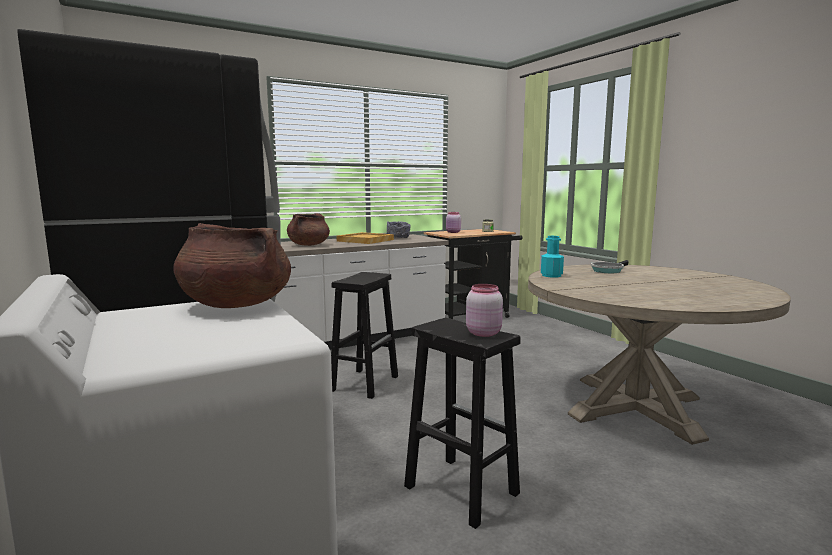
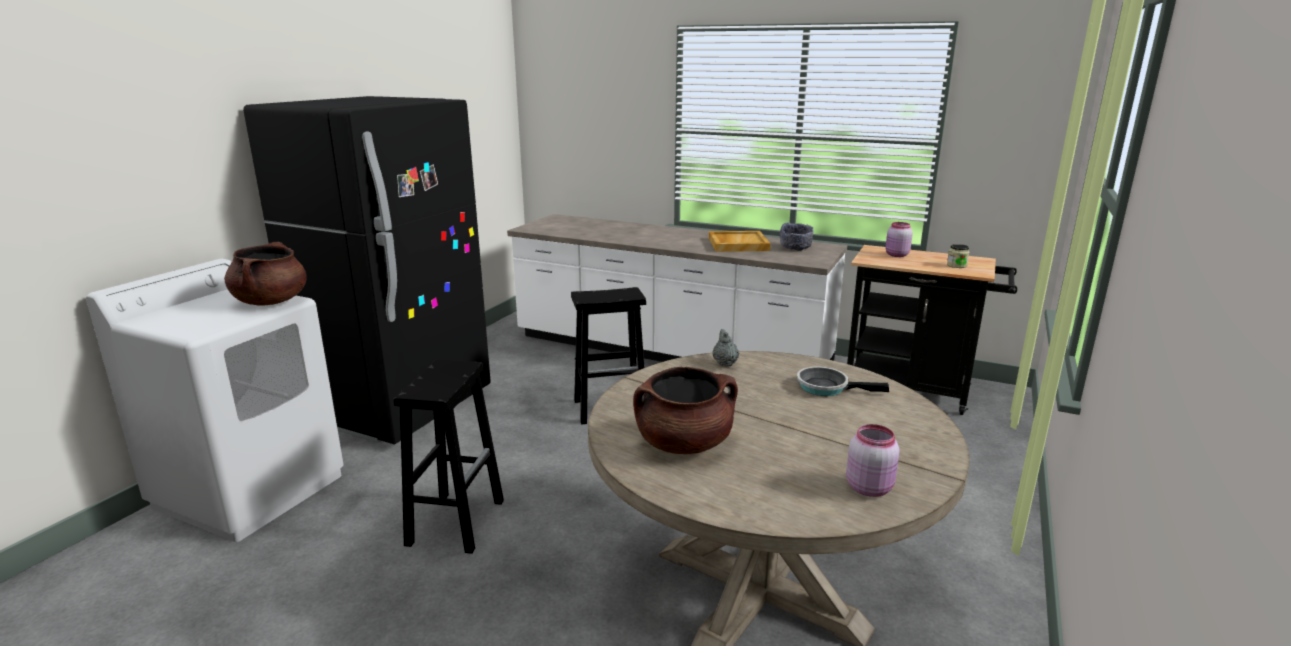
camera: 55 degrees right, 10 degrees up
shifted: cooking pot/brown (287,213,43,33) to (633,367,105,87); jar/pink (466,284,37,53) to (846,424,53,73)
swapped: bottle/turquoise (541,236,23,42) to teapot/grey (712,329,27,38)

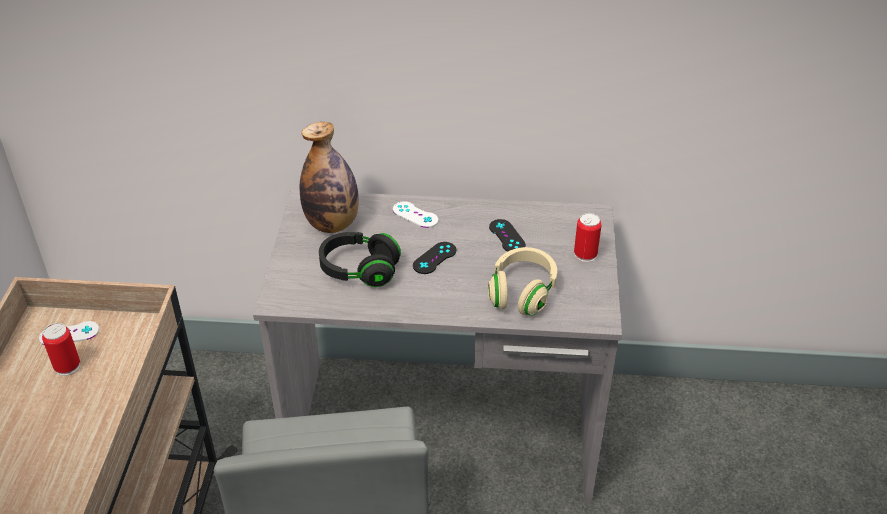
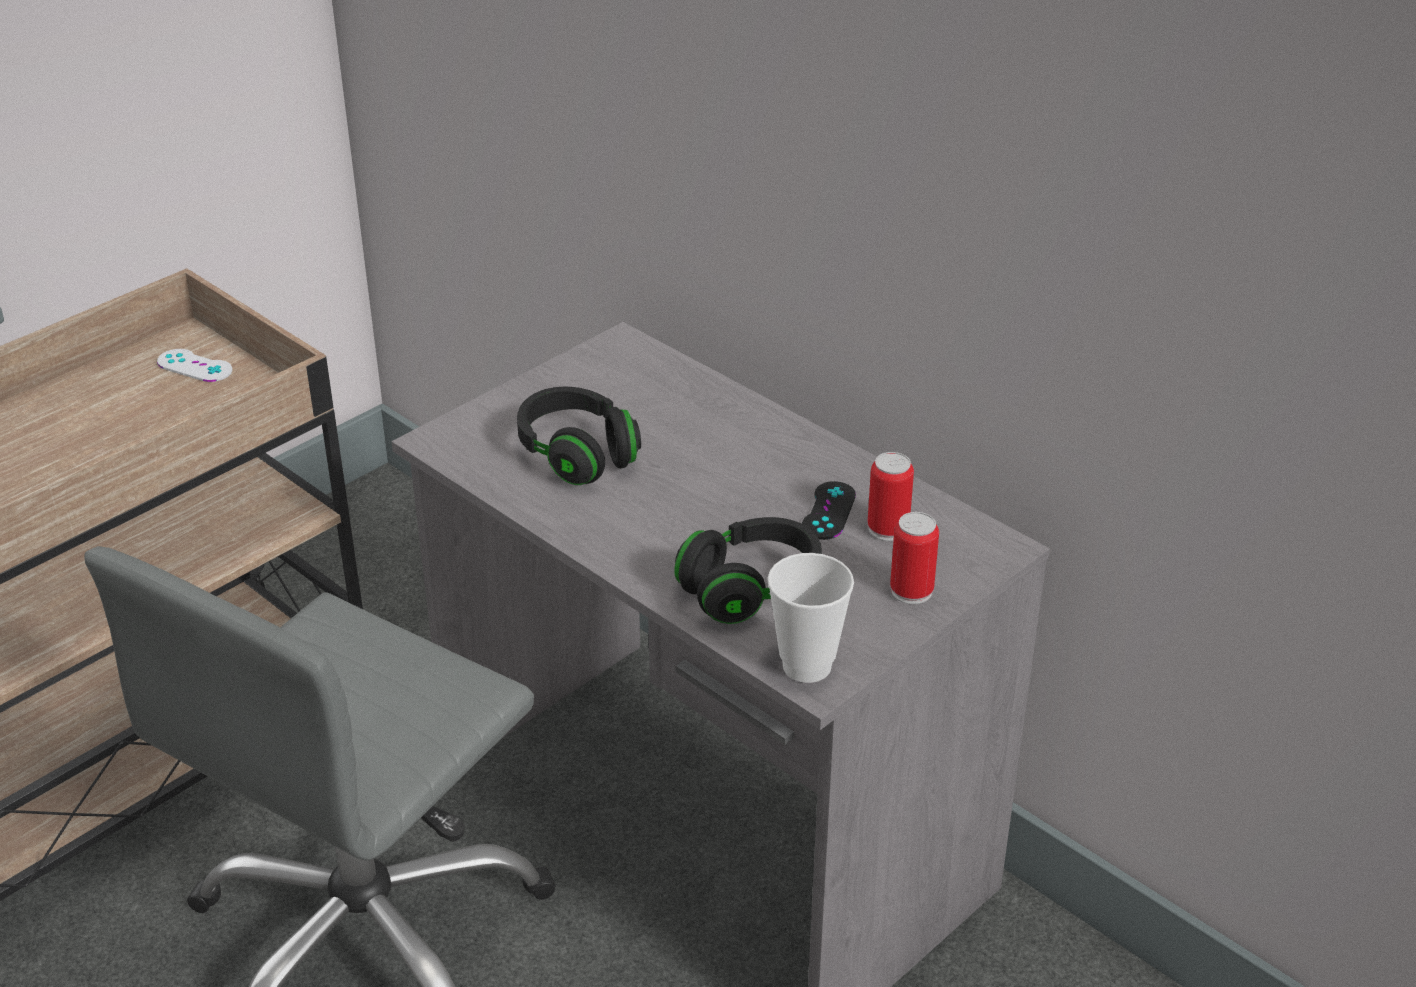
camera: 40 degrees right, 5 degrees down
gone: bottle (300,122,59,111); game controller/white (393,201,45,27); game controller/black (413,242,43,32)
new: cup (767,553,87,130)
shifted: can (42,323,38,53) to (867,452,47,89)
repainted: headphones/beige (488,247,69,69) to headphones/black (674,517,148,107)

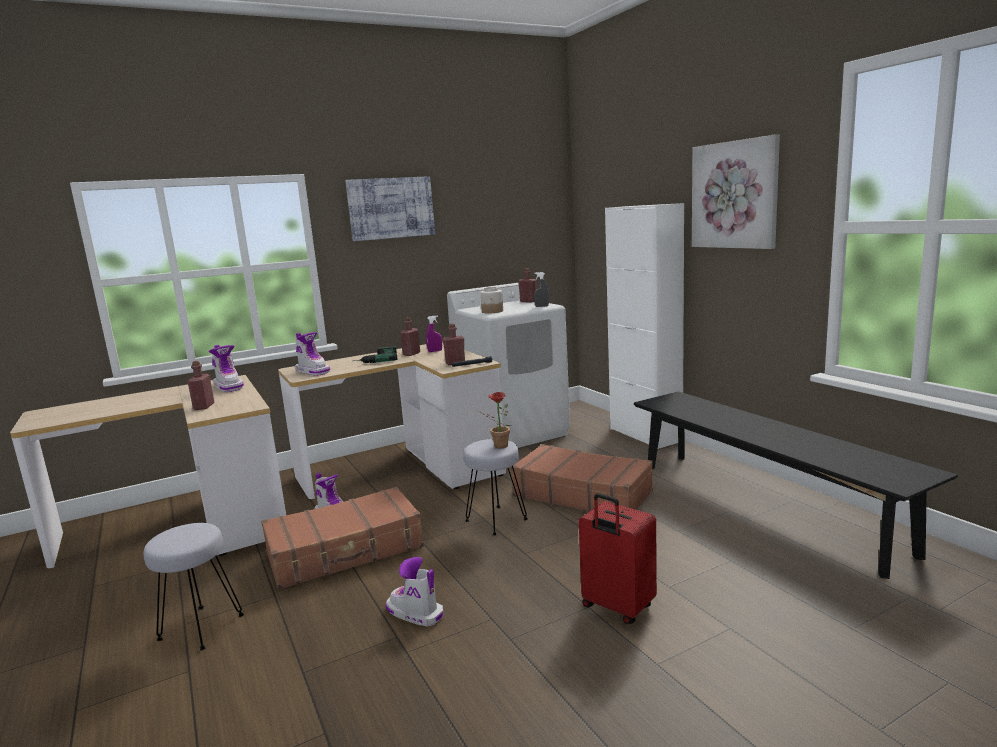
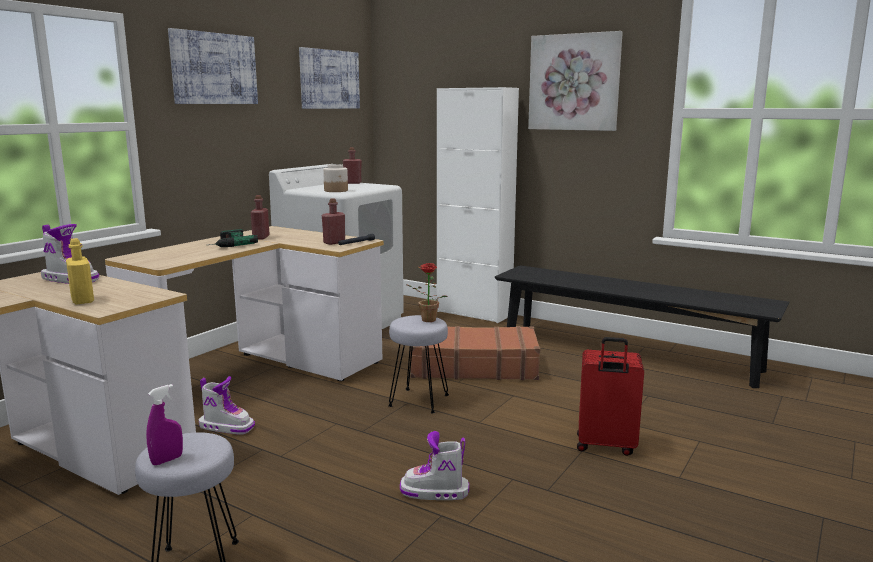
camera: 30 degrees left, 0 degrees up
gone: suitcase/brown (261,487,163,103); boot (295,332,35,44); spray bottle/grey (534,272,15,35)
new: picture (299,47,61,62)
shifted: spray bottle/purple (426,315,16,37) to (146,384,37,81)
repainted: bottle/red (187,361,27,49) to bottle/yellow (66,238,28,66)

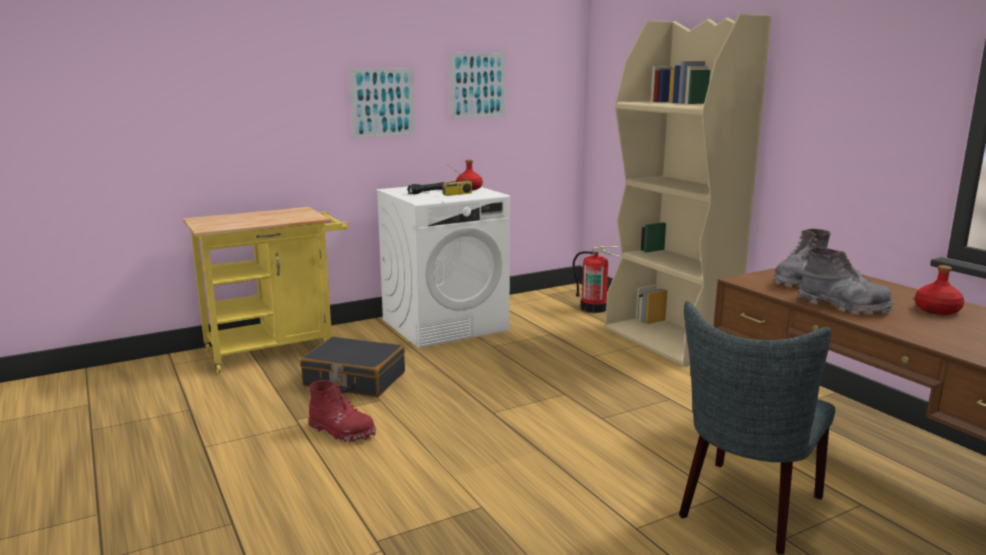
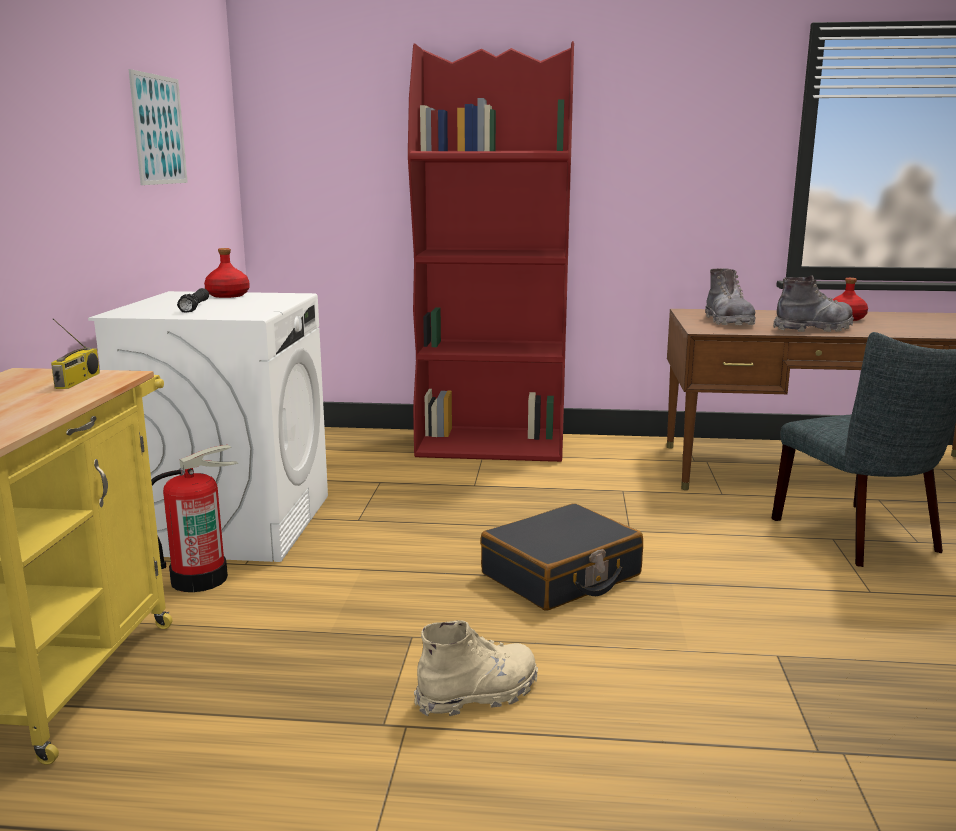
camera: 55 degrees left, 0 degrees up
gone: picture (349,68,66,70)
shifted: radio (442,165,30,31) to (51,318,49,71); fire extinguisher (573,246,47,67) to (151,445,87,147); suitcase/black (300,336,105,61) to (481,503,162,108)
repainted: bookcase/beige (605,14,166,353) to bookcase/red (408,41,166,421); boot/red (308,380,68,63) to boot/beige (414,620,124,96)

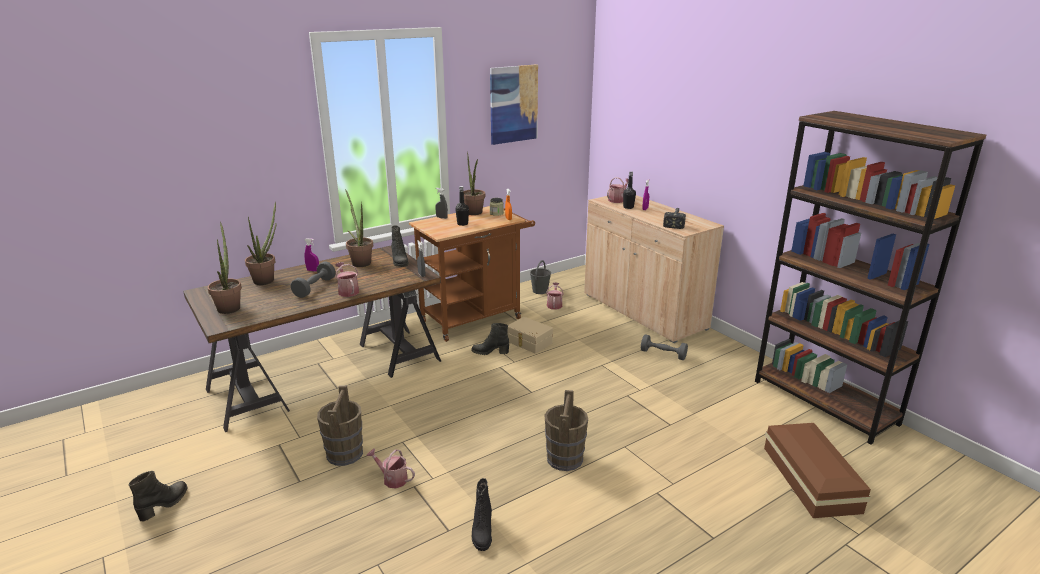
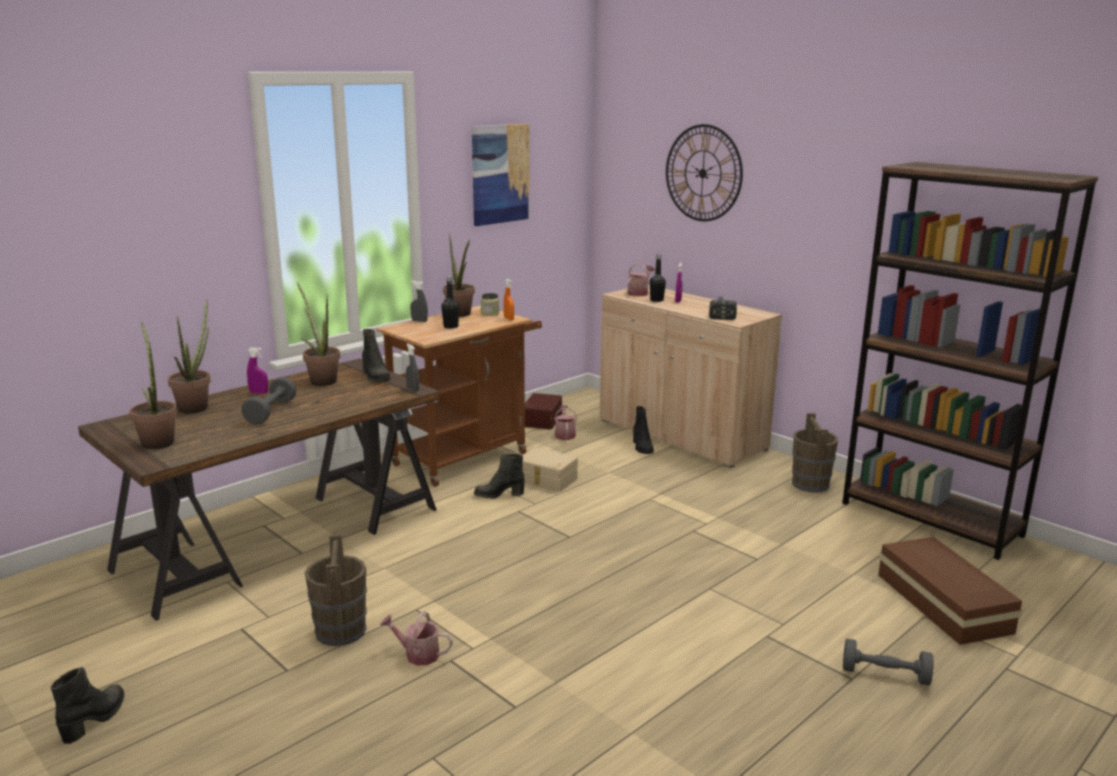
camera: 10 degrees left, 5 degrees down
gone: watering can (335,262,24,35)
new: wall clock (666,124,77,98)
shifted: boot/black (472,478,20,73) to (633,406,21,48); bucket/brown (545,390,43,81) to (792,413,46,79); dumbbell/grey (641,334,47,26) to (843,639,90,47)
swapped: bucket/grey (530,260,21,34) to storage box/brown (525,393,37,37)

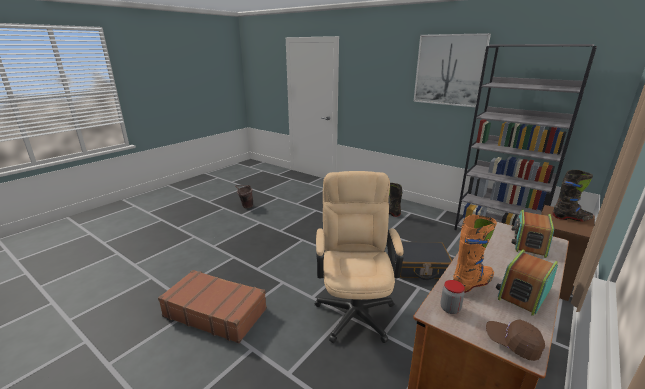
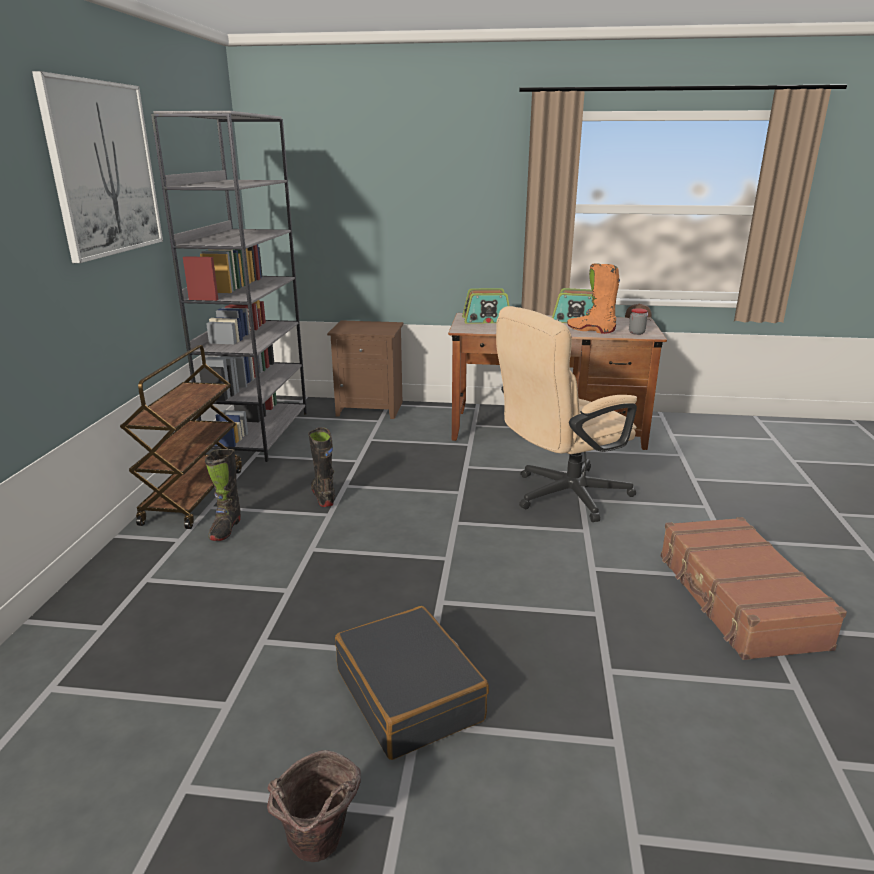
camera: 120 degrees left, 0 degrees up
new: cart/brown (120,345,122,184)
shifted: boot/black (553,170,41,51) to (308,427,27,80); suitcase/black (395,241,57,39) to (335,606,154,154)

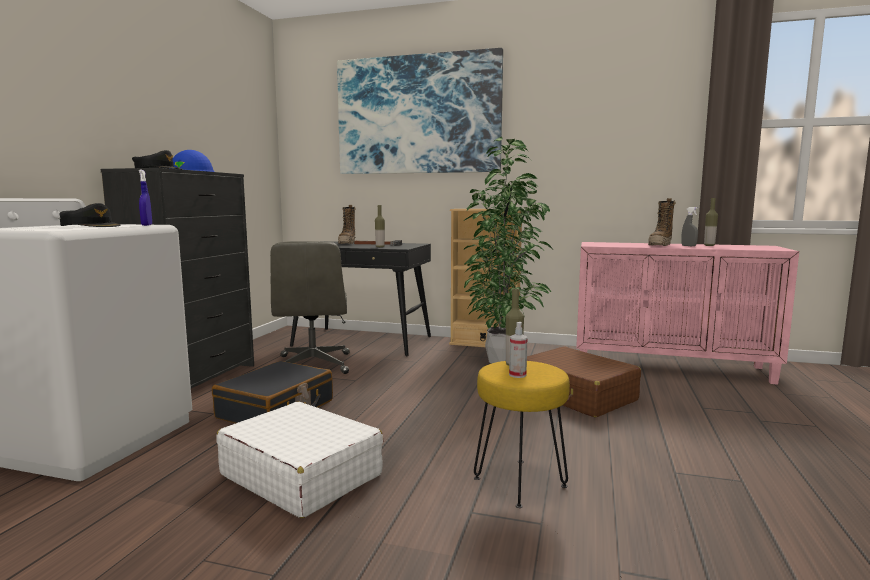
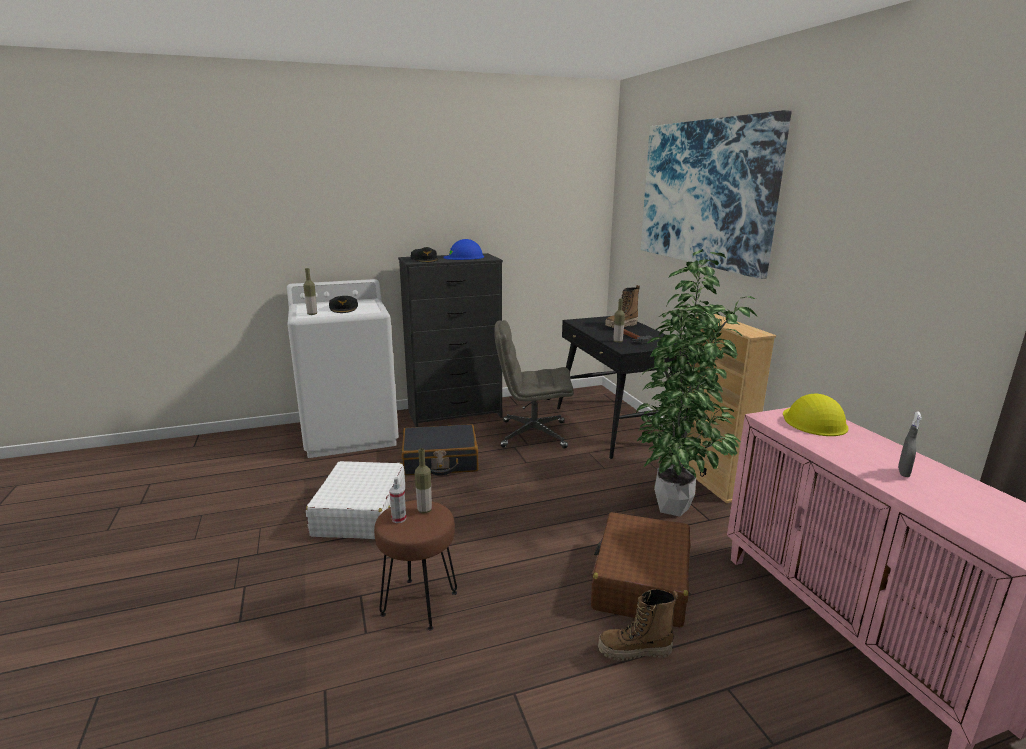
camera: 55 degrees right, 10 degrees up
gone: spray bottle/blue (139,169,13,57)
new: hard hat/yellow (783,393,65,43)
shifted: bottle (704,198,14,48) to (303,268,14,47); boot (648,198,28,48) to (598,589,80,72)
repainted: stool/yellow (474,361,96,147) to stool/brown (374,500,83,131)
rotated: office chair/grey (270,241,80,133) = (494,320,80,129) 45 degrees clockwise

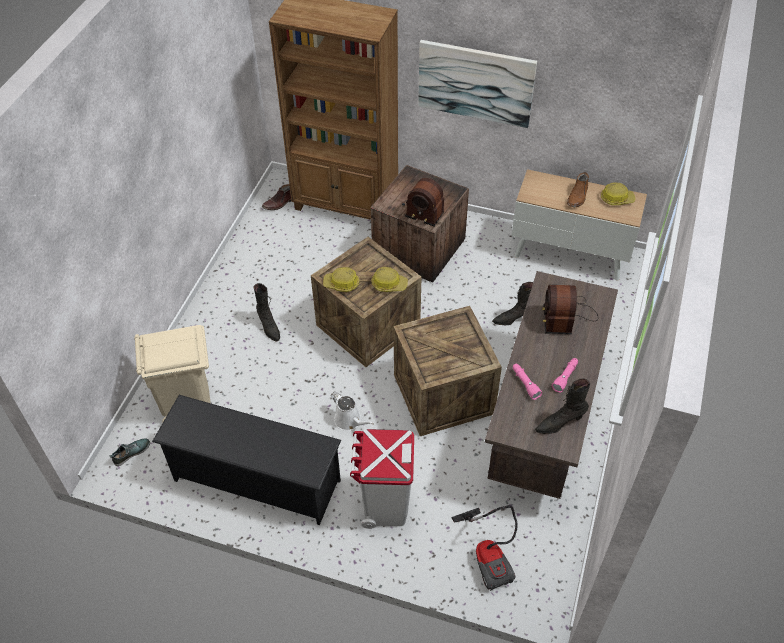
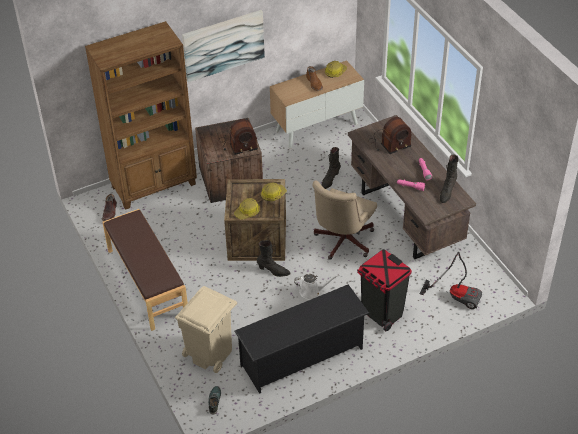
camera: 45 degrees left, 5 degrees down
new: bench/brown (102,209,86,122)
shifted: boot/black (253,283,27,59) to (257,240,34,37)
swapped: crate (394,306,108,130) to office chair/beige (313,180,64,80)
repainted: trash can/white (350,429,64,100) to trash can/black (357,249,55,82)
rotated: radio (542,285,56,49) = (368,117,44,37) 75 degrees counterclockwise

